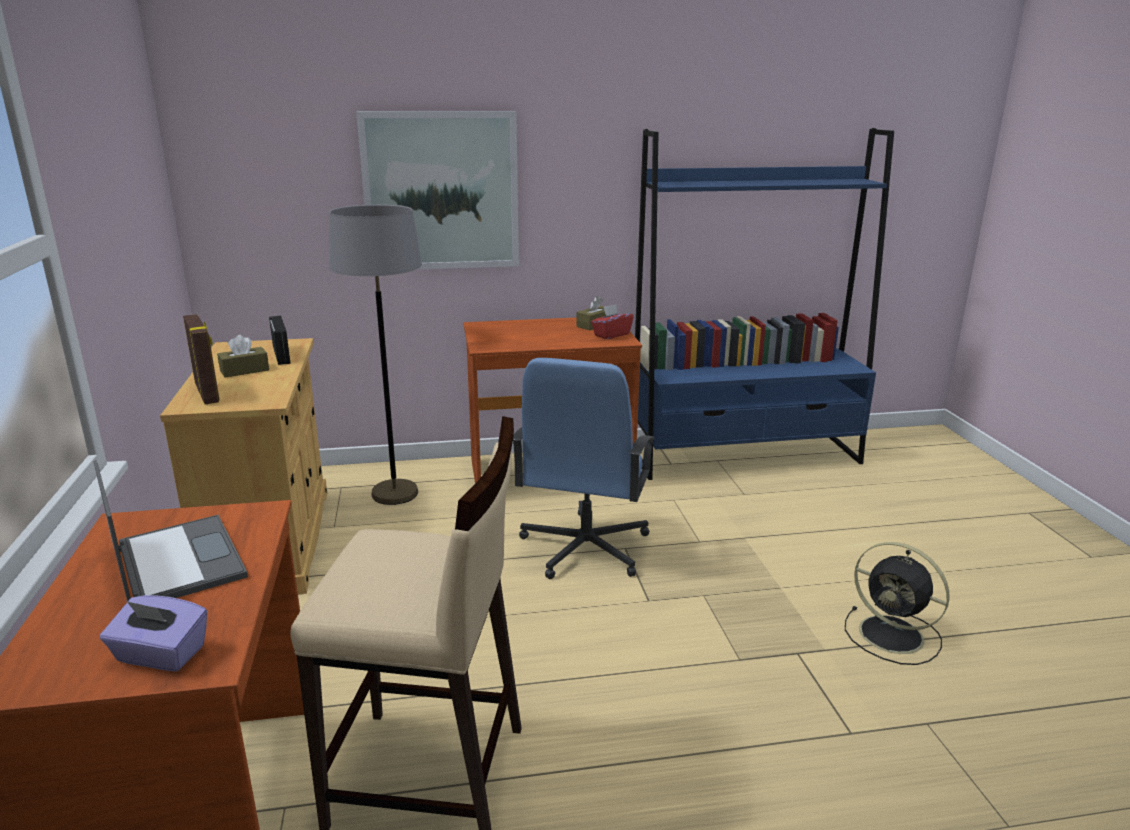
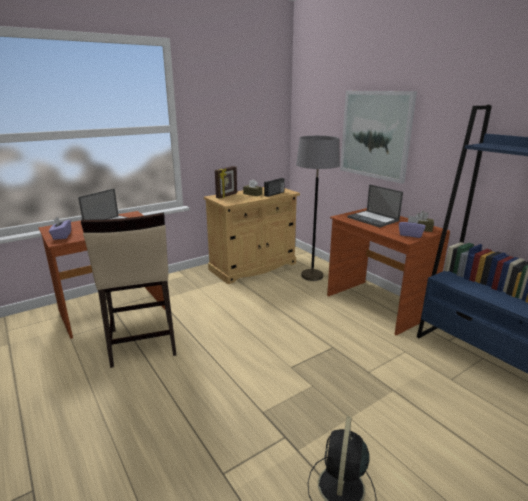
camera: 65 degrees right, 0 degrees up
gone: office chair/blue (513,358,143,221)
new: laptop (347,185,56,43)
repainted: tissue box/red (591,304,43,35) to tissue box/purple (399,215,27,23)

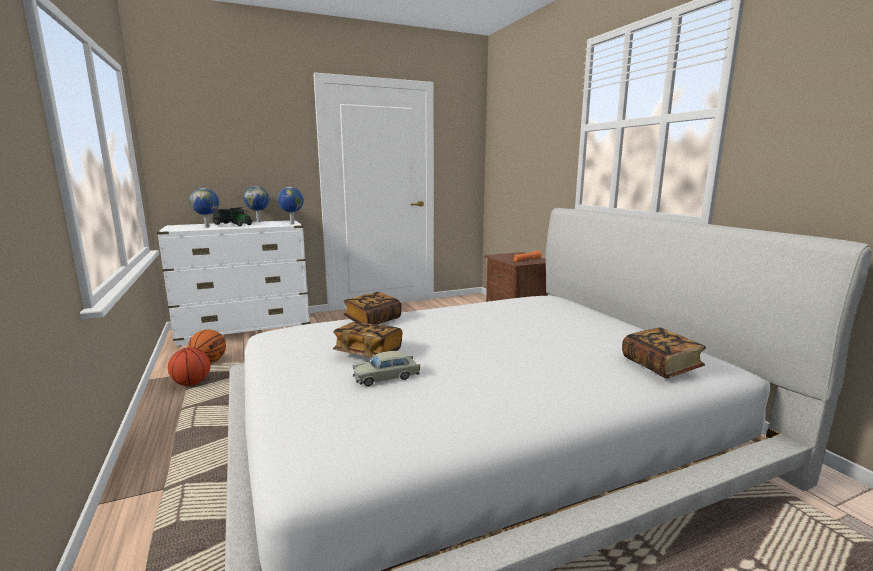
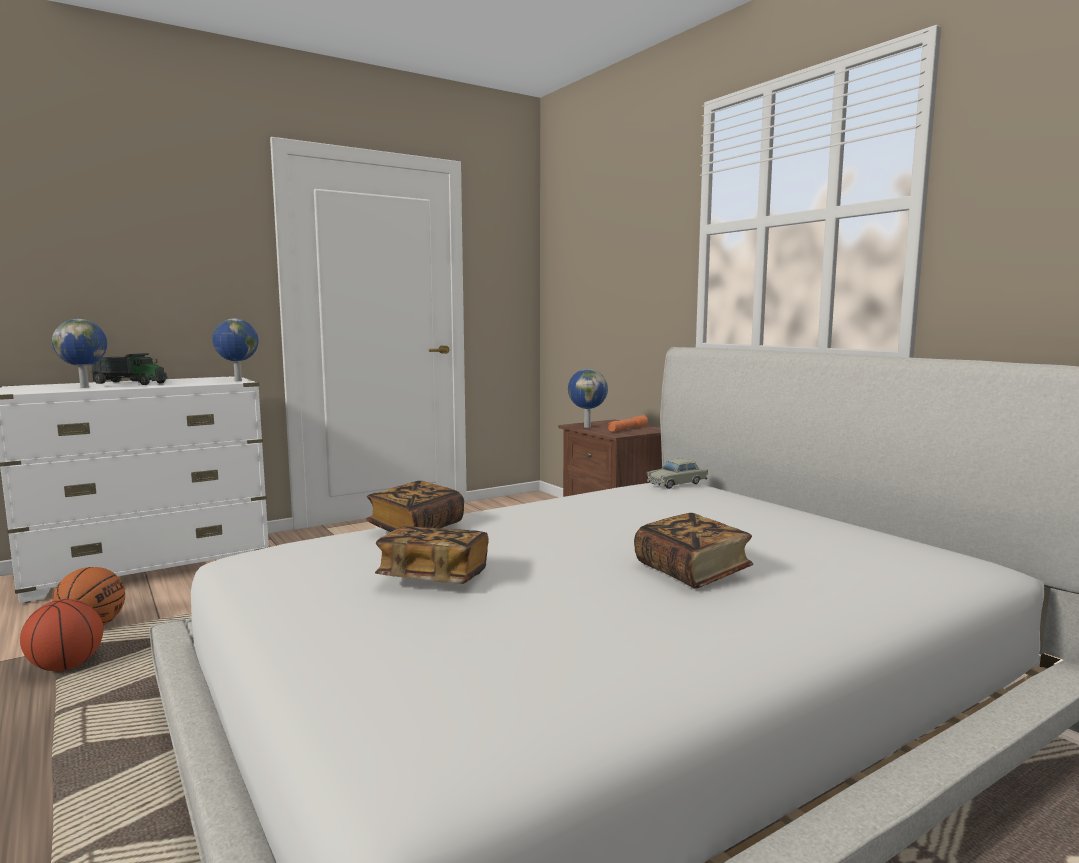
camera: 10 degrees left, 5 degrees down
shifted: globe (244,186,26,36) to (568,369,40,59); book (622,328,84,50) to (634,513,119,75); toy car/beige (353,351,67,35) to (647,459,61,30)

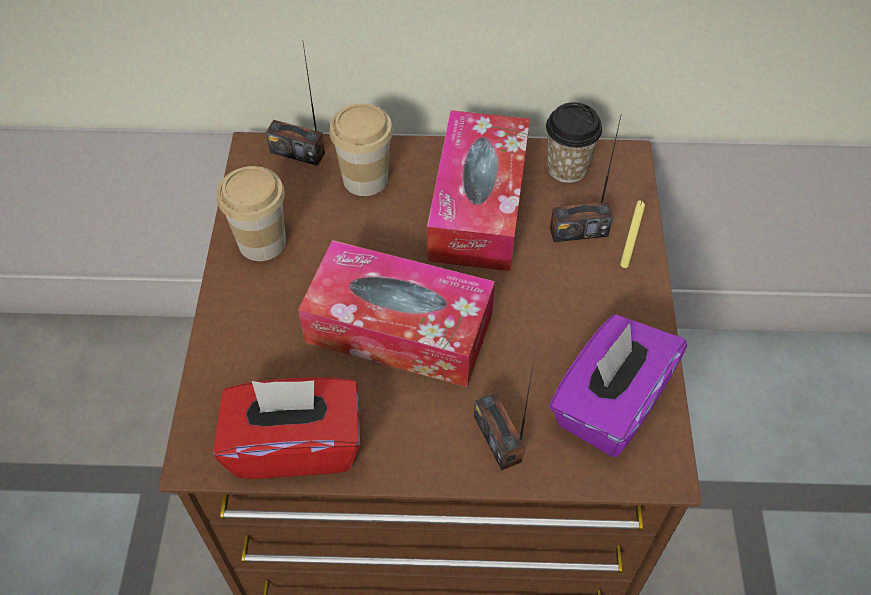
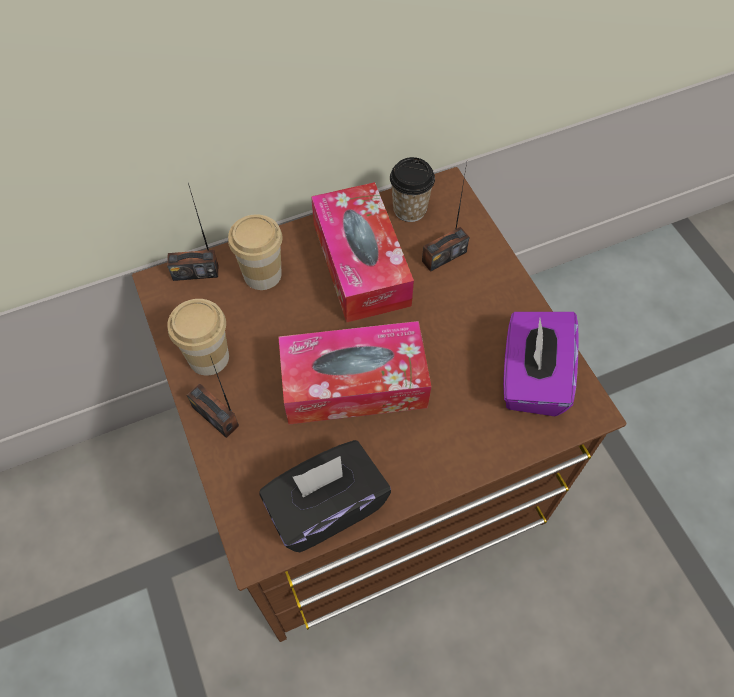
camera: 25 degrees left, 5 degrees up
gone: candle/yellow (620,200,25,68)
shifted: radio (474,365,59,105) to (187,356,52,82)
repainted: tissue box/red (213,377,147,102) to tissue box/black (259,440,132,112)

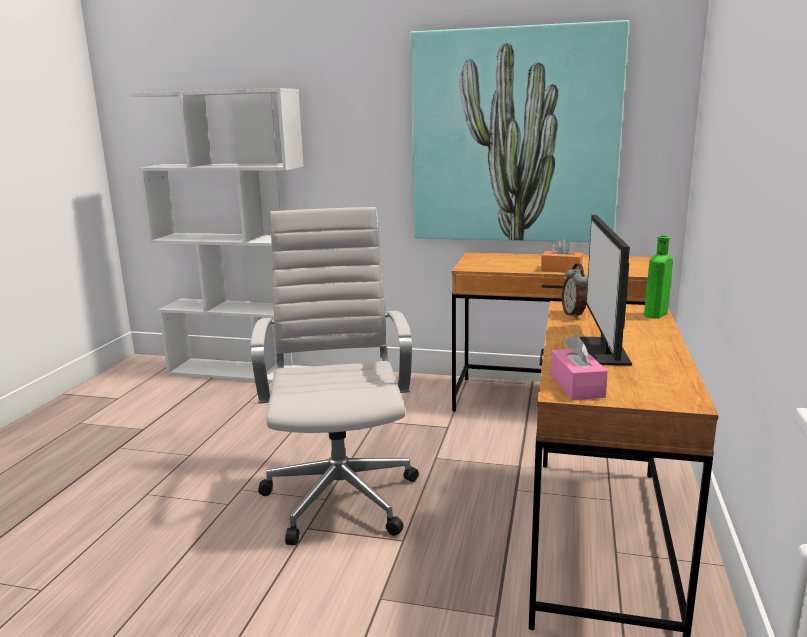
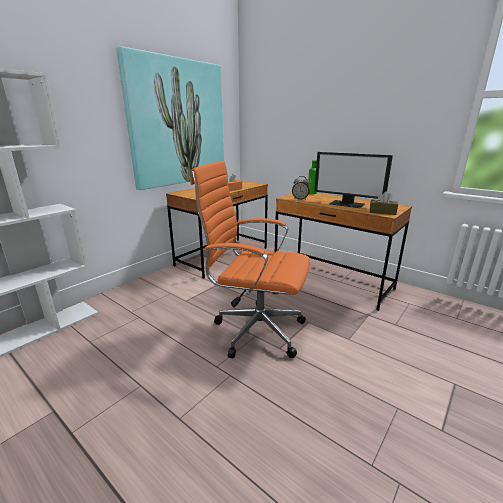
camera: 65 degrees left, 5 degrees up
repainted: office chair/white (250,207,169,338) to office chair/orange (191,161,119,198); tissue box/pink (551,334,57,66) to tissue box/brown (370,192,28,23)

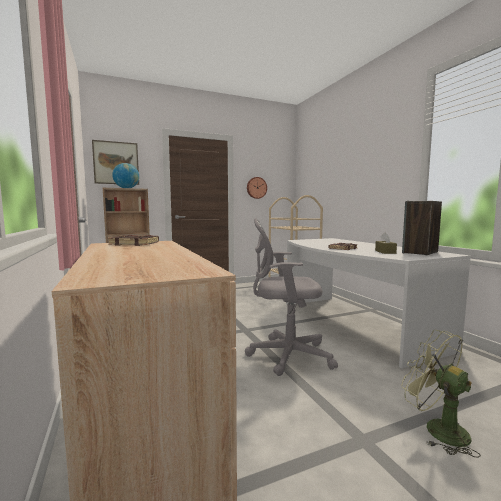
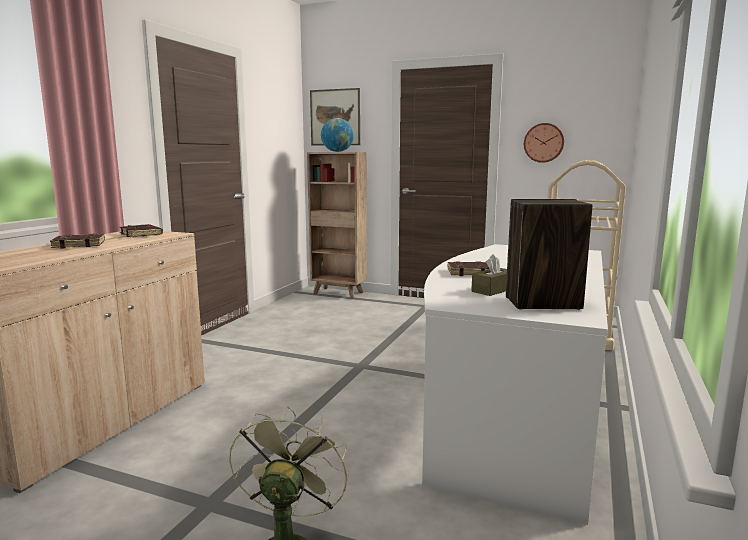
camera: 45 degrees right, 5 degrees up
gone: office chair/grey (245,218,93,158)
new: book/brown (50,234,55,15)

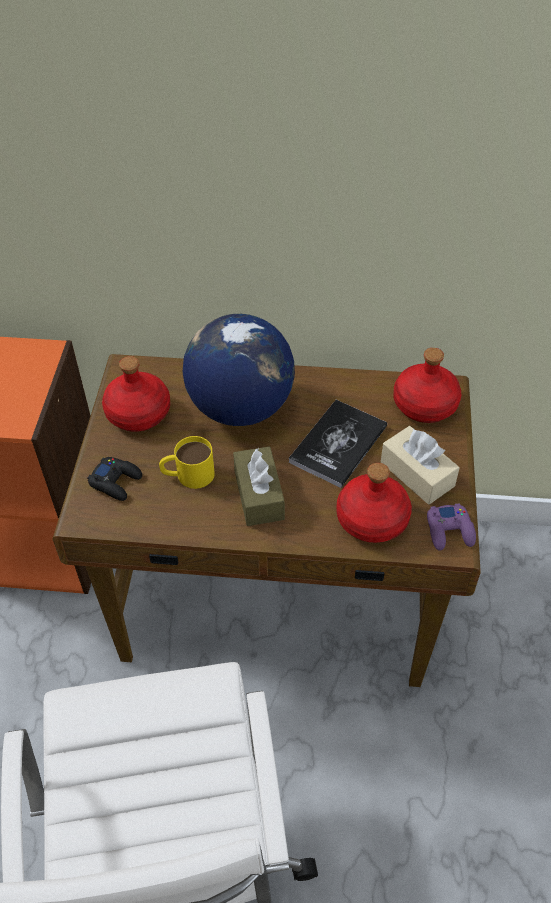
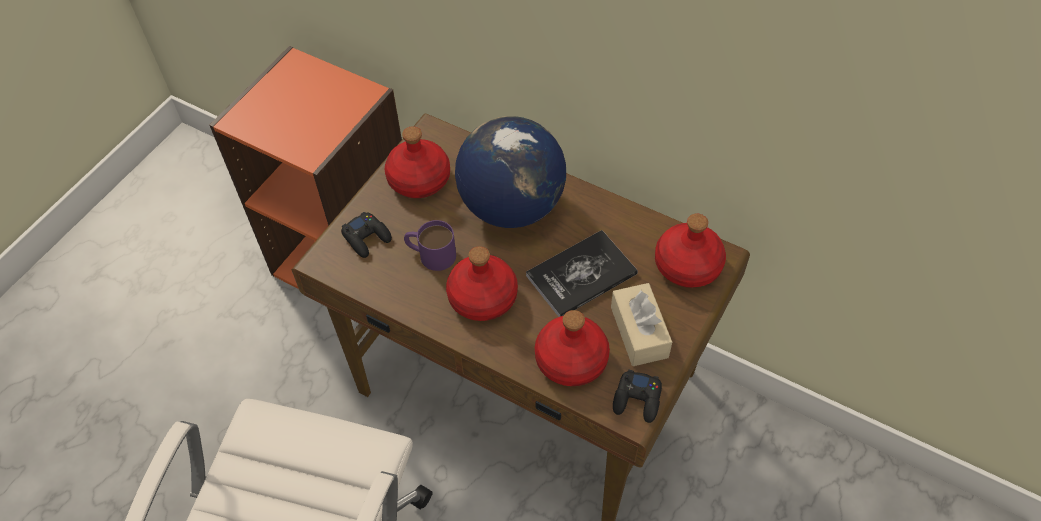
camera: 25 degrees right, 5 degrees up
swapped: tissue box/brown (233,446,52,80) to bottle/red (446,246,72,75)
repainted: mug/yellow (159,436,56,53) to mug/purple (404,220,52,51); game controller/purple (427,503,49,47) to game controller/black (613,370,49,53)

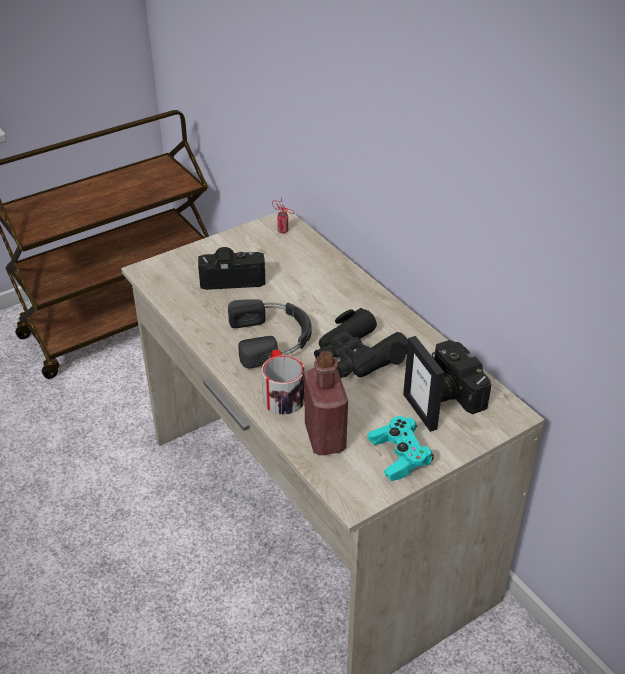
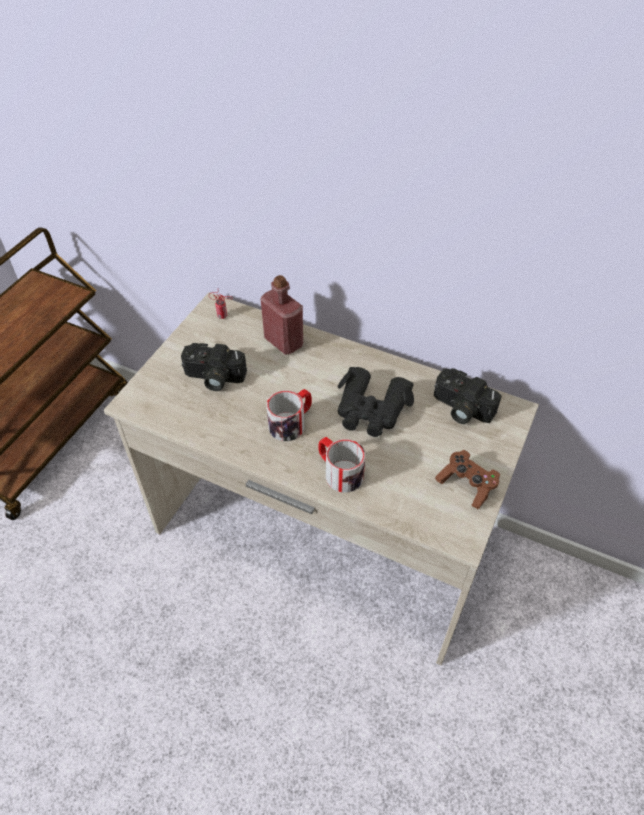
camera: 30 degrees left, 10 degrees up
gone: picture frame (403,336,41,96)
shifted: bottle/red (304,351,44,104) to (261,275,42,80)
swapped: headphones/black (228,299,83,69) to mug (266,389,46,52)
repainted: game controller/turquoise (367,416,67,65) to game controller/brown (435,450,65,59)
rotated: photo camera (198,247,67,43) = (181,343,66,48) 135 degrees counterclockwise

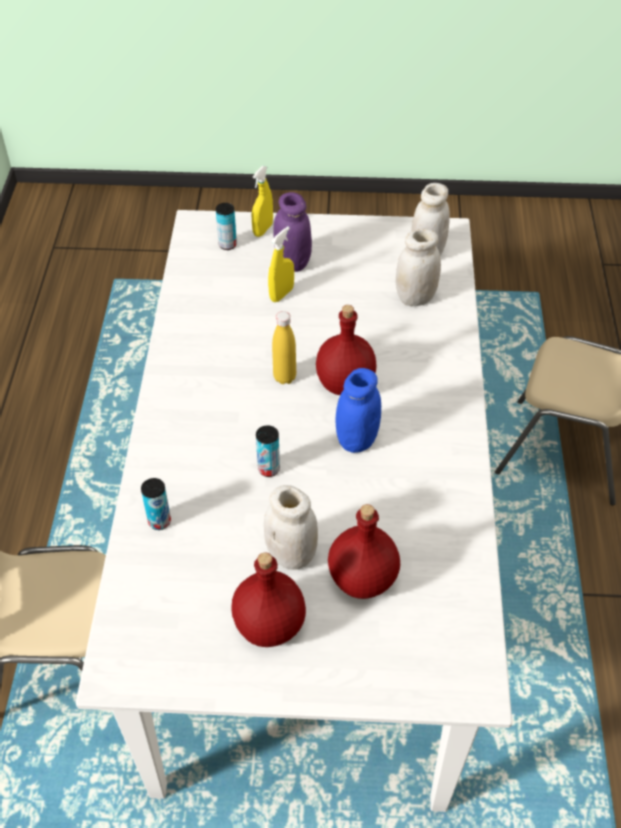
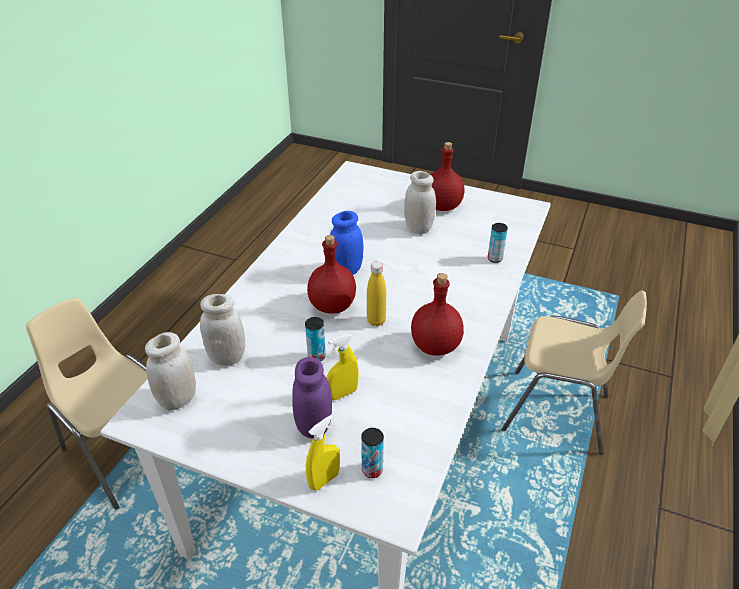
camera: 160 degrees left, 10 degrees down
shifted: can (256,425,24,52) to (305,317,21,44); bottle/red (328,504,72,95) to (411,273,53,83)

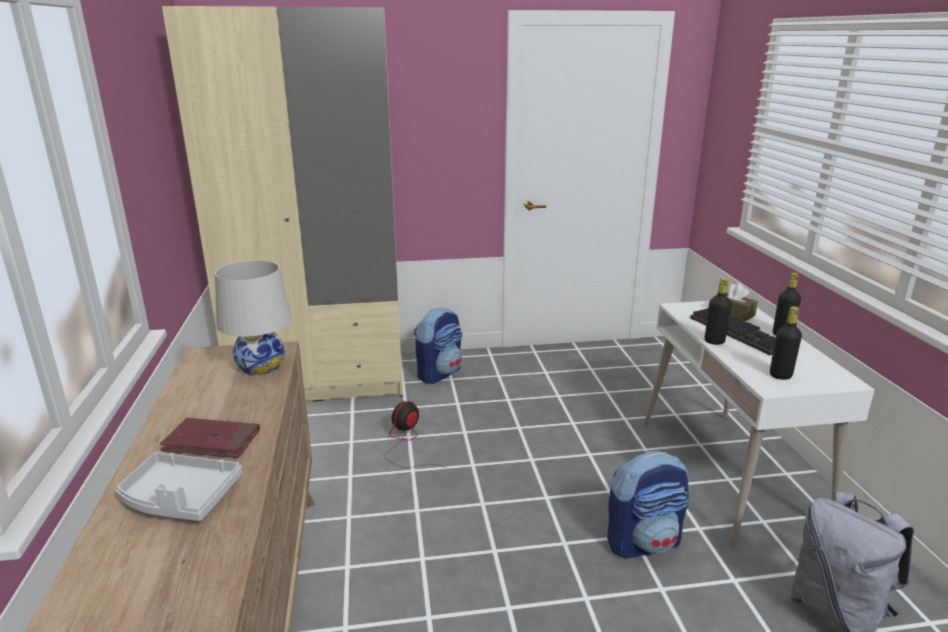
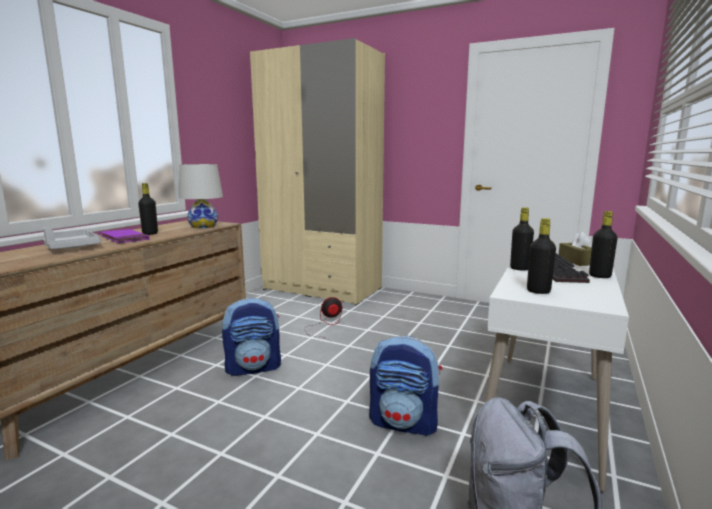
camera: 35 degrees right, 10 degrees down
new: bottle/black (138,183,20,52)
shifted: backpack (414,307,48,77) to (222,298,59,78)
repainted: book/red (160,418,100,40) to book/purple (100,229,49,14)

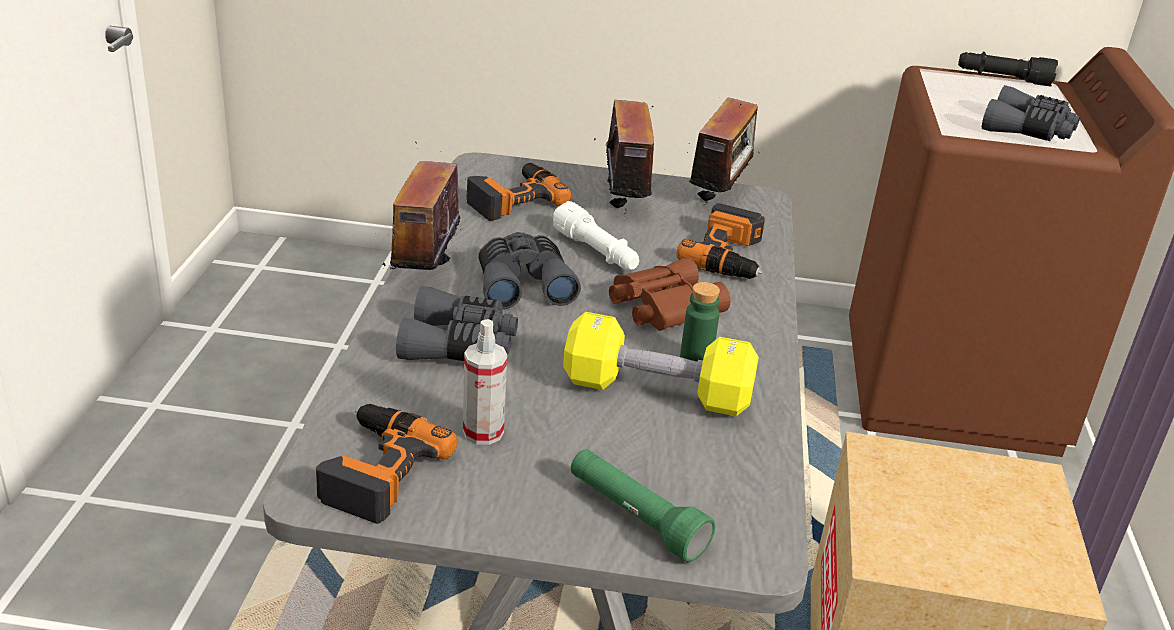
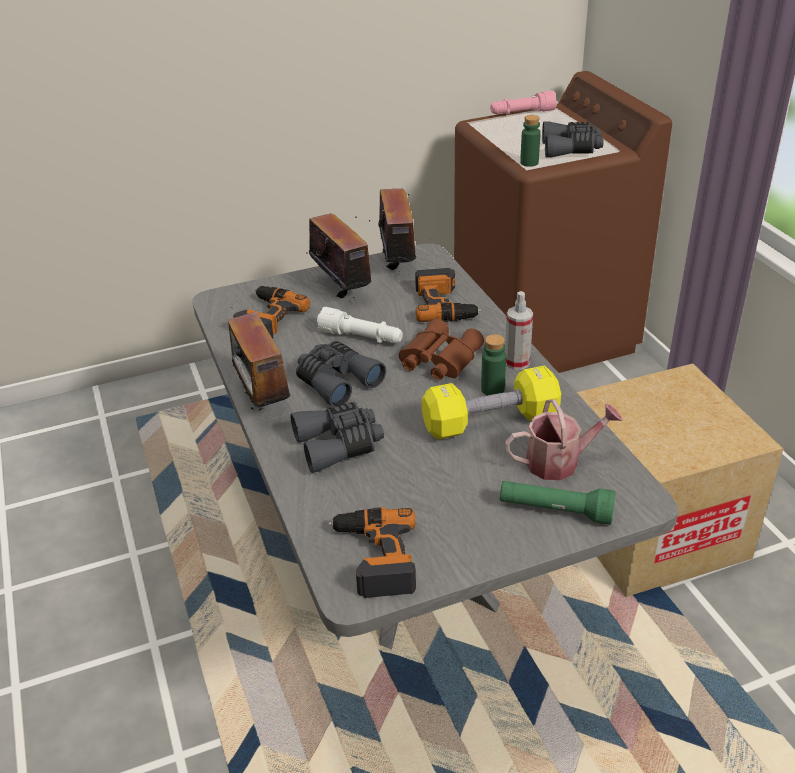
camera: 25 degrees left, 5 degrees up
new: watering can (505,399,118,81); bottle/green (520,115,21,52)
shifted: spray bottle (463,319,44,126) to (505,291,28,79)
repainted: flashlight/black (958,52,100,34) to flashlight/pink (490,91,67,24)

